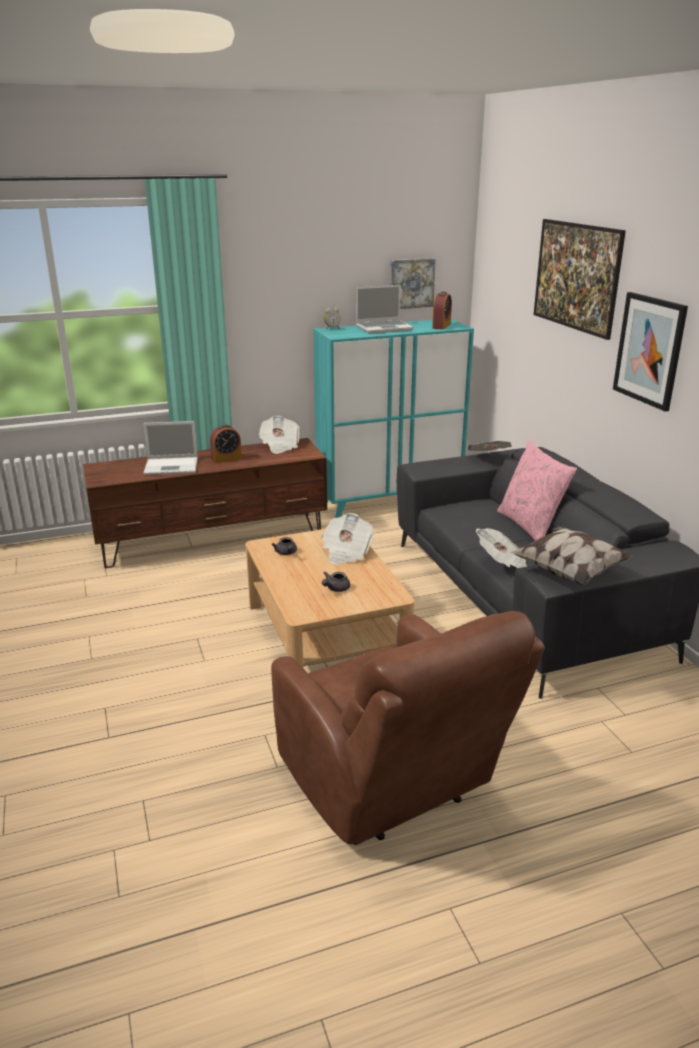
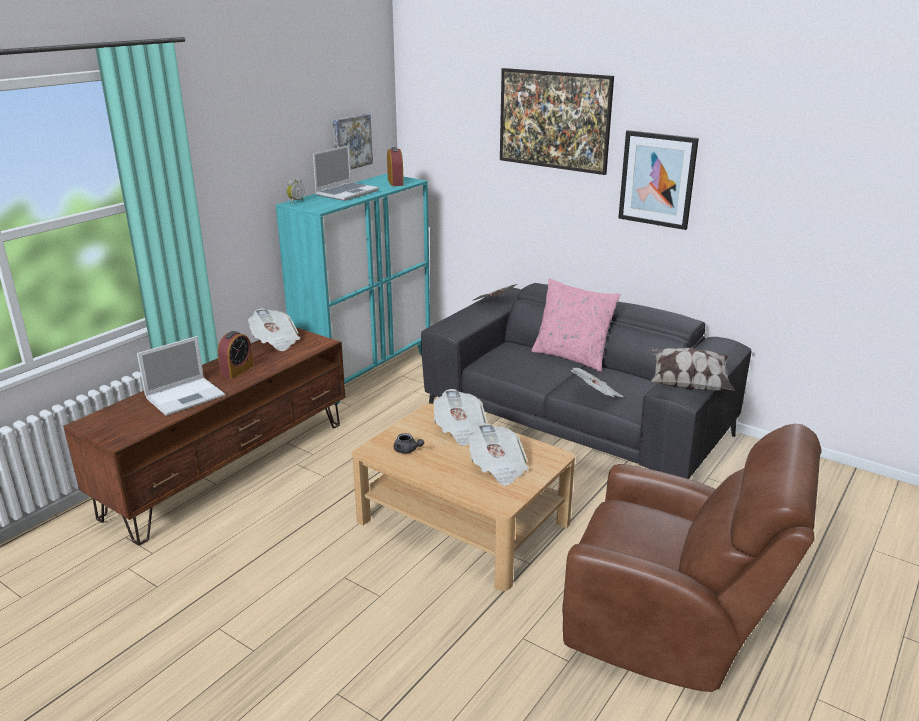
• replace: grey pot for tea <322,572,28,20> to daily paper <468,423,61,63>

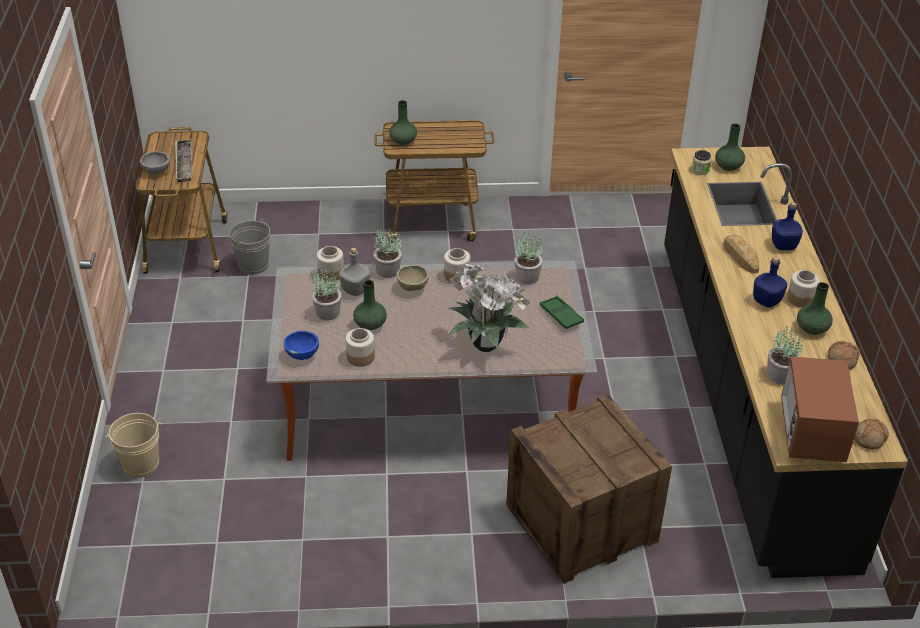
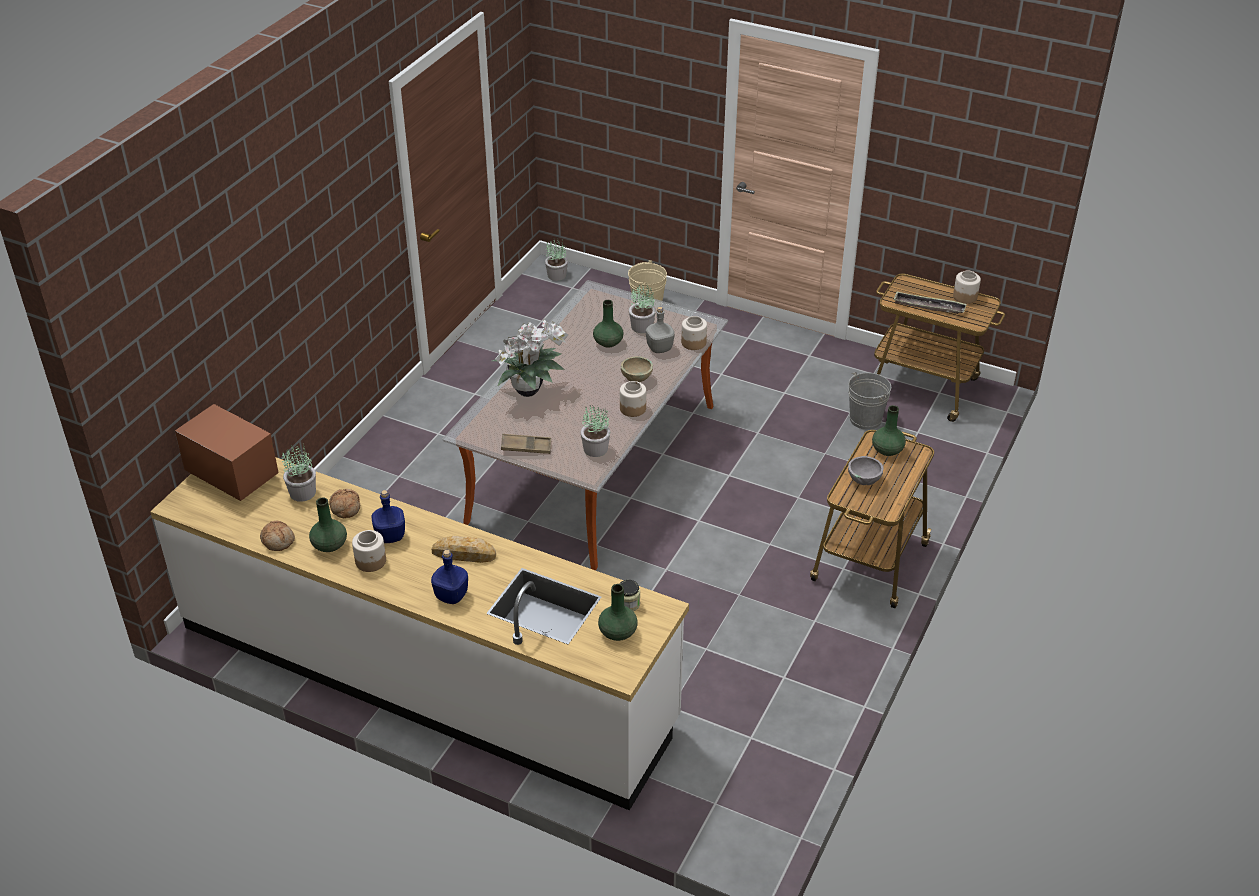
• recolor: black-coloured kitchen counter <664,147,244,431> to white kitchen counter <150,457,539,354>
• move: baked bread <854,419,35,31> to <329,489,31,29>
• recolor: greenish tray <540,296,44,33> to brownish tray <501,434,50,20>
• move: houseplant <373,228,29,50> to <545,238,23,43>
• move: grey deep dish <140,151,30,24> to <848,456,36,29>
• move: storage jar <346,328,29,38> to <953,271,28,33>
• delete: bluish deep dish <284,331,35,29>
• delete: shipping crate <506,393,166,191>

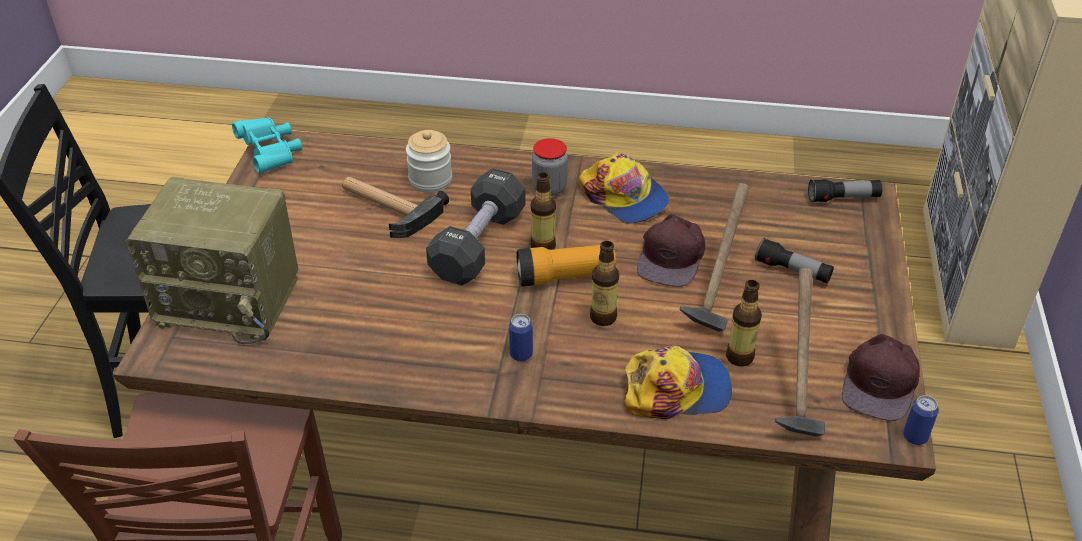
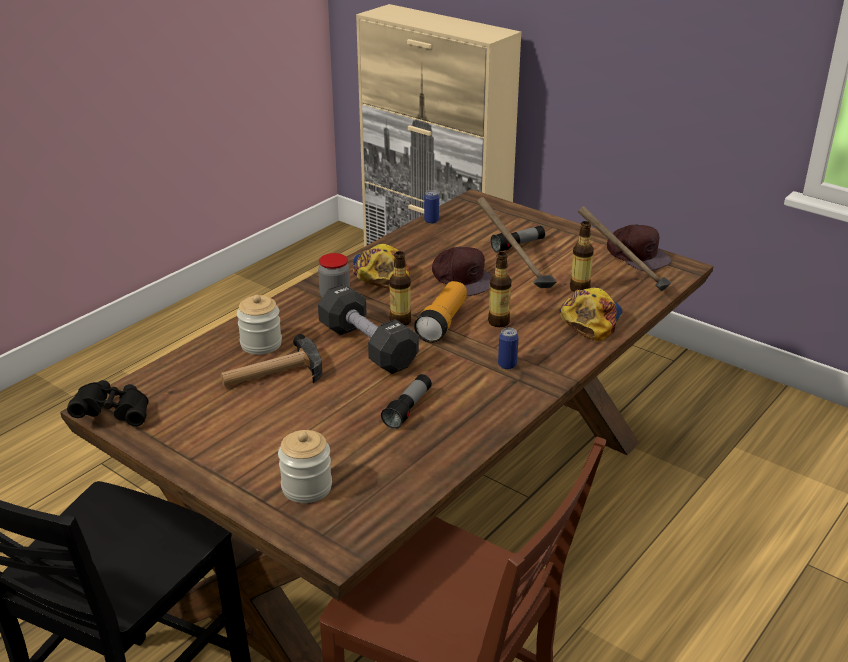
• recolor: turquoise field glasses <232,117,70,56> to black-coloured field glasses <67,380,82,46>
• replace: radio receiver <126,177,173,167> to storage jar <278,430,54,73>
• rotate: baseball cap <579,153,90,70> = <353,244,57,45> 90 degrees counterclockwise
• move: hand torch <808,179,74,24> to <381,374,51,55>
• move: can <903,395,36,50> to <424,190,15,34>

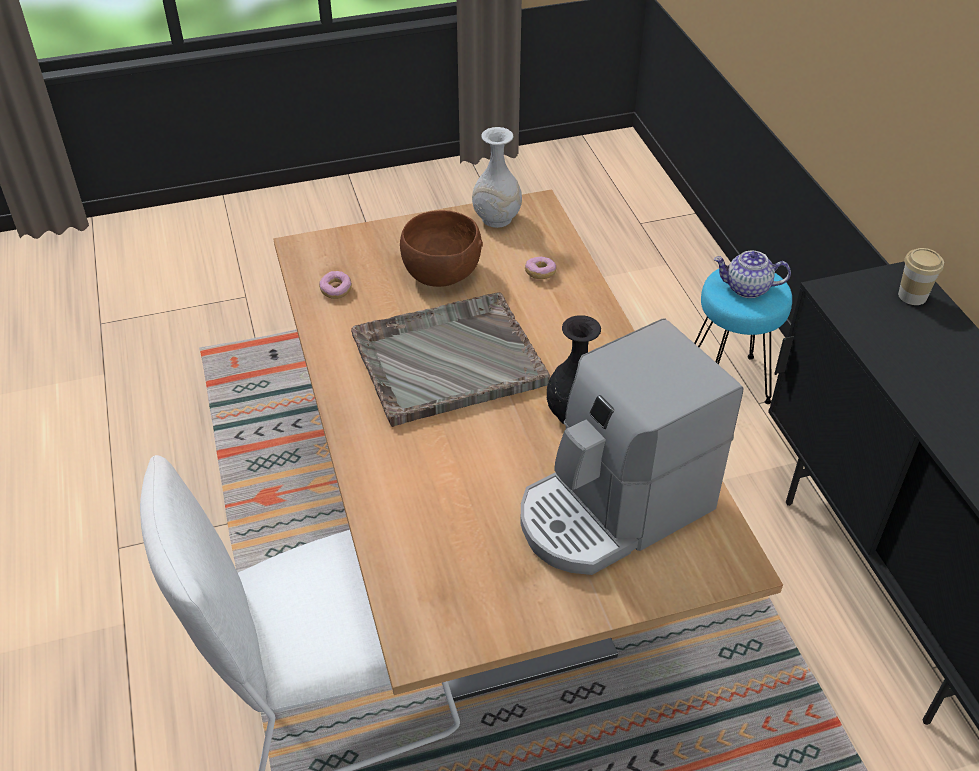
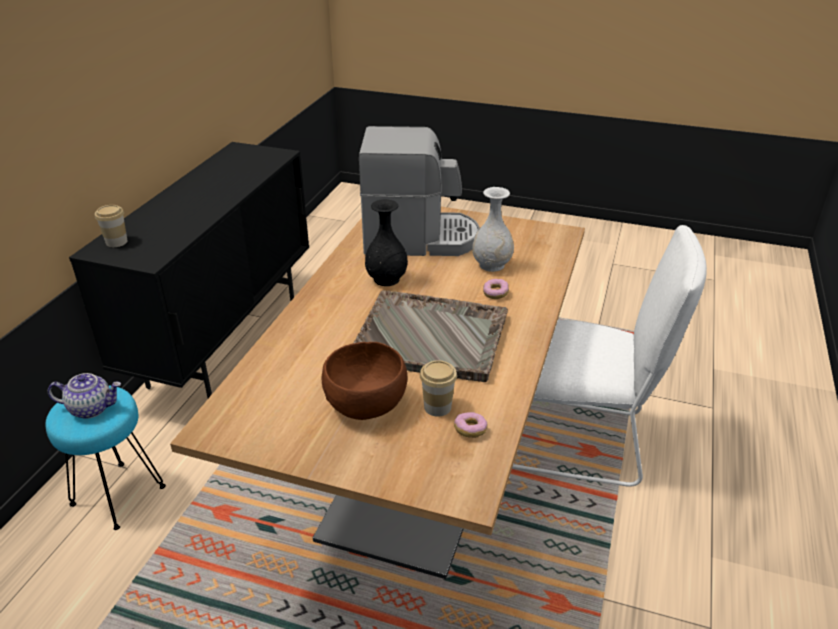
• rotate: pot for tea <714,250,77,48> = <48,373,73,46> 45 degrees counterclockwise
• insert: cup <420,360,37,57>
• move: white decorative vase <472,127,50,101> to <472,187,42,85>
• move: doughnut <525,257,31,22> to <483,279,26,20>

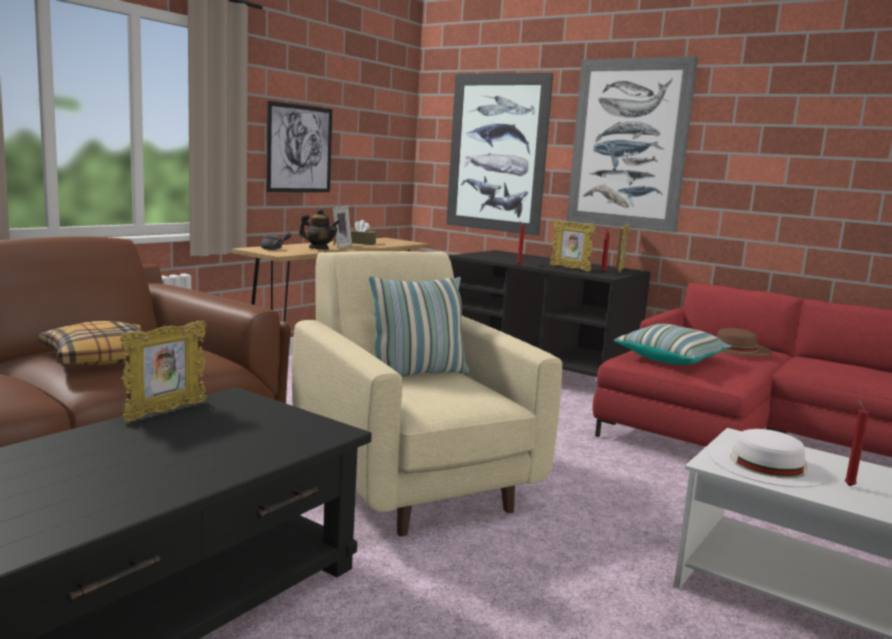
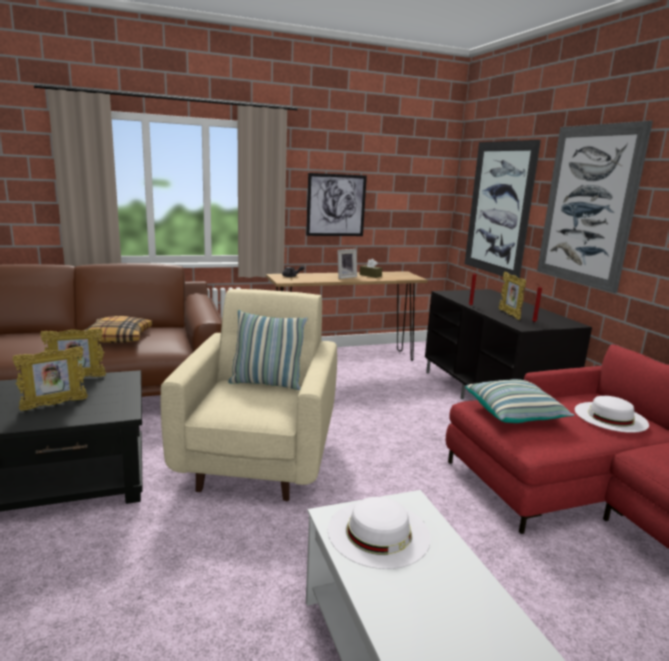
• move: standing frame <616,224,13,48> to <12,346,76,65>
• recolor: brownish clothing hat <716,328,56,28> to white clothing hat <575,396,74,37>
• delete: pot for tea <299,208,41,41>
• delete: reddish wax candle <844,400,25,86>

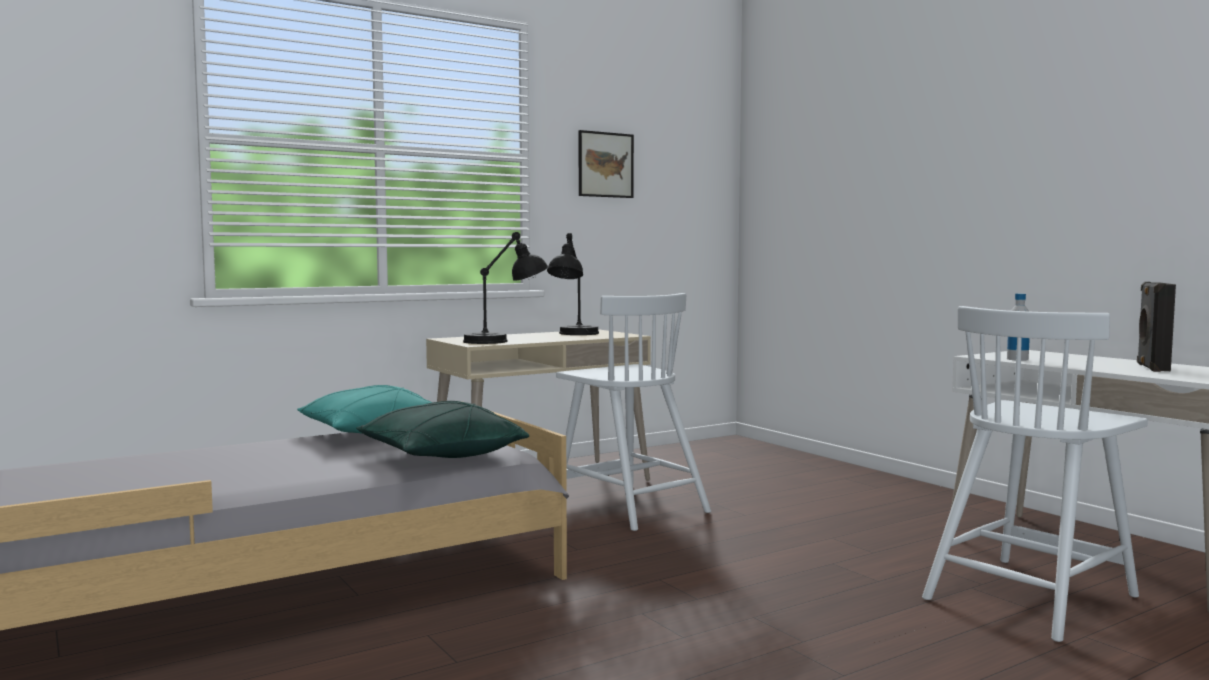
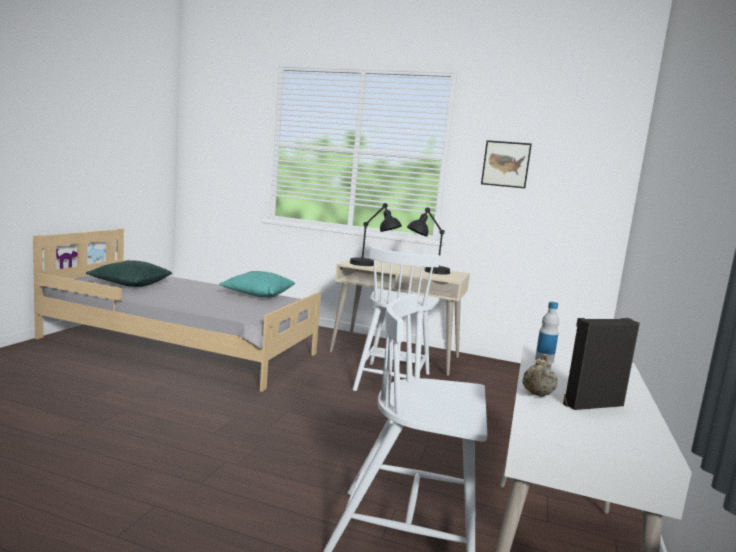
• move: greenish cushion <356,401,173,57> to <86,260,86,27>
• insert: sand-coloured pot for tea <522,354,35,43>

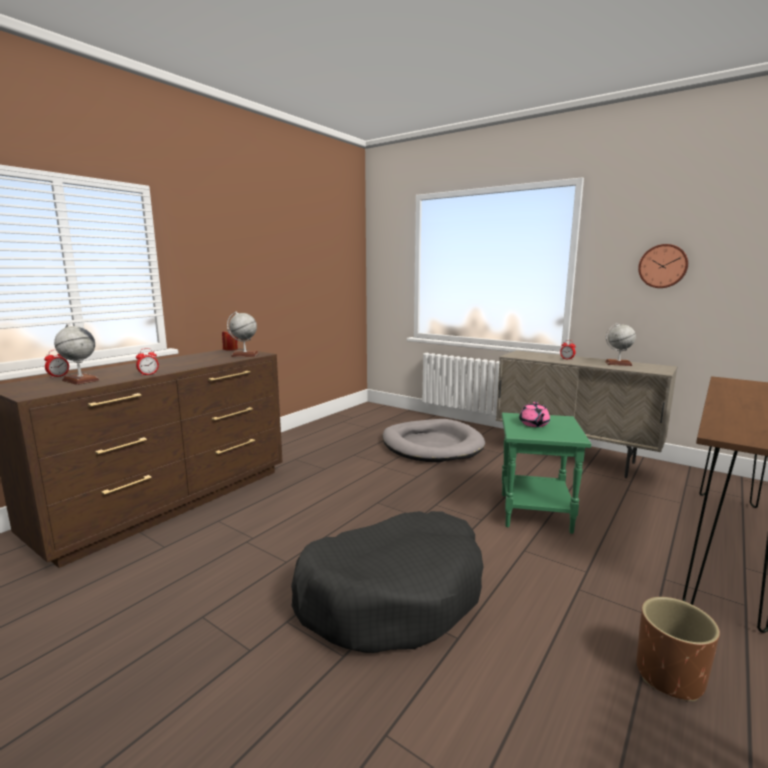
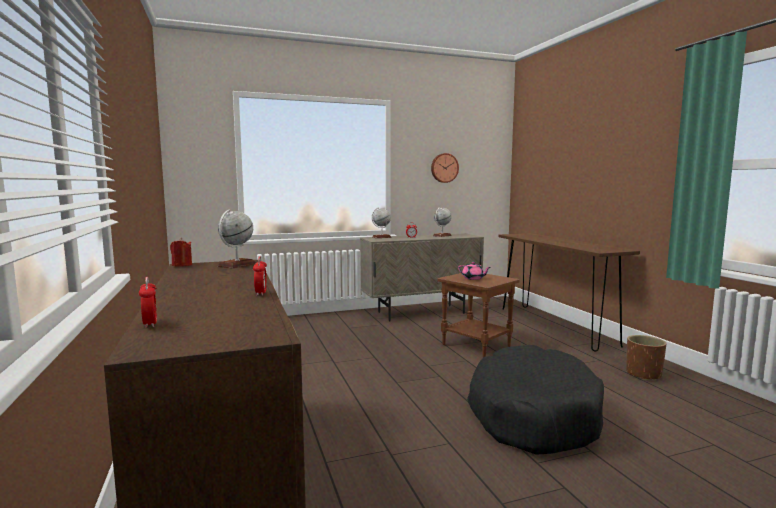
• move: world globe <54,324,46,61> to <372,207,20,31>
• recolor: greenish side table <502,413,89,121> to brownish side table <437,273,83,84>
• delete: grey dog cushion <382,419,103,43>

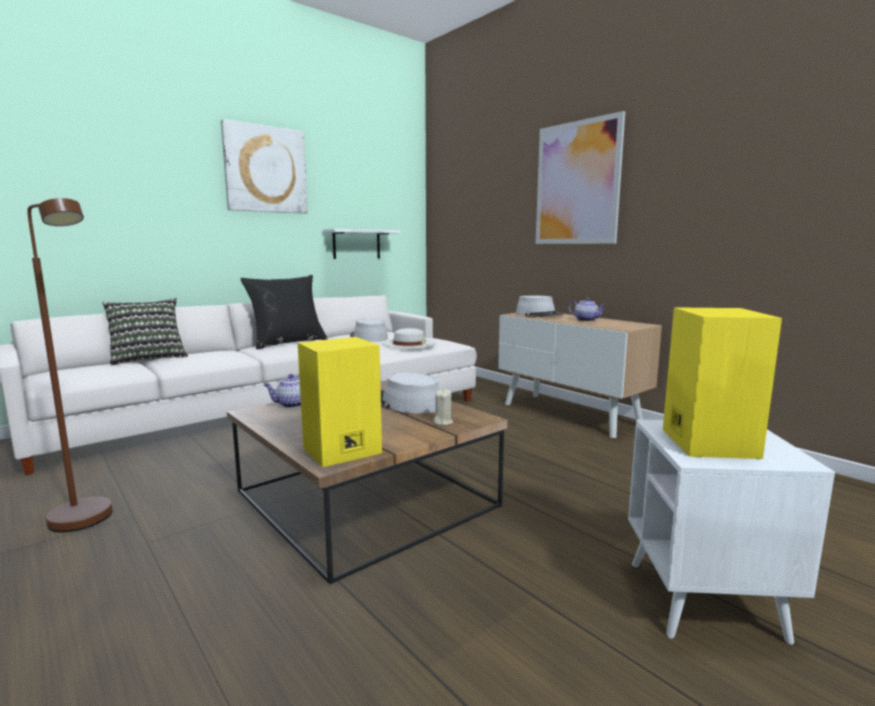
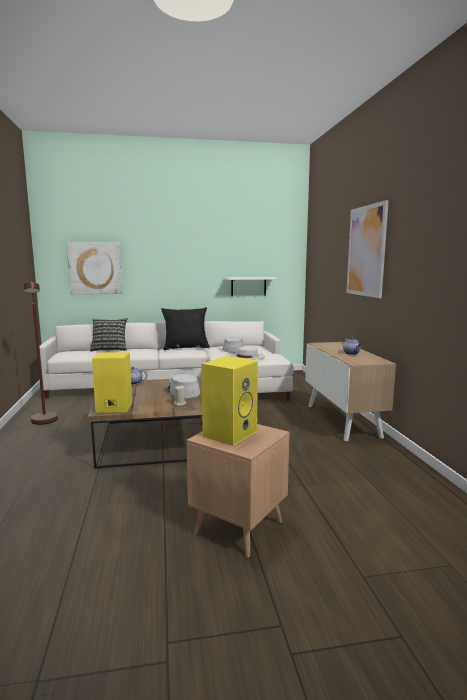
• move: wall art <221,119,87,95> to <66,242,56,52>
• recolor: white side table <628,419,207,226> to brownish side table <186,424,104,133>
• delete: grey clothing hat <516,296,47,21>

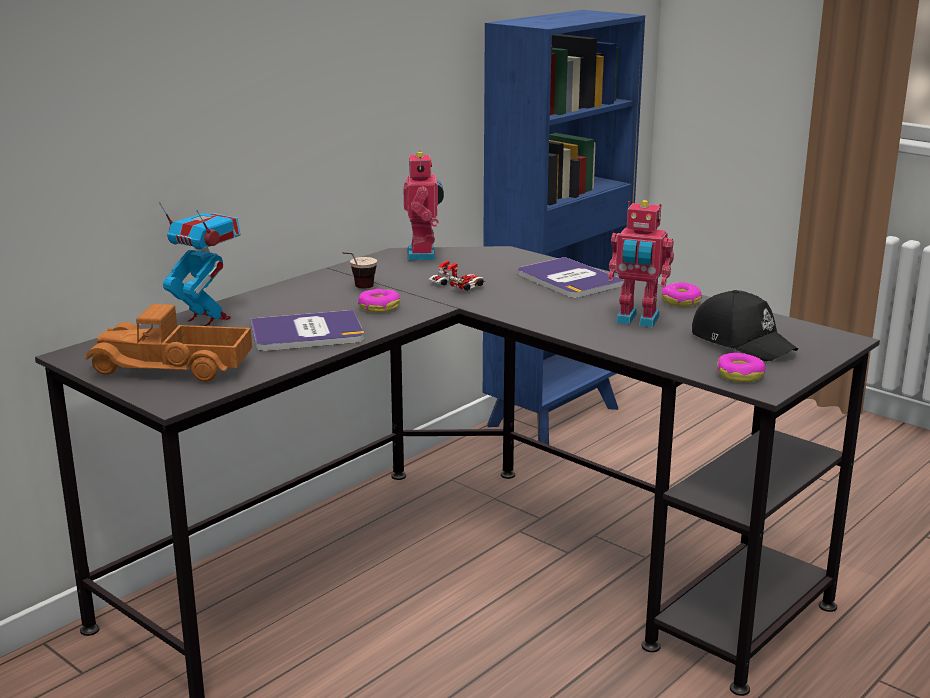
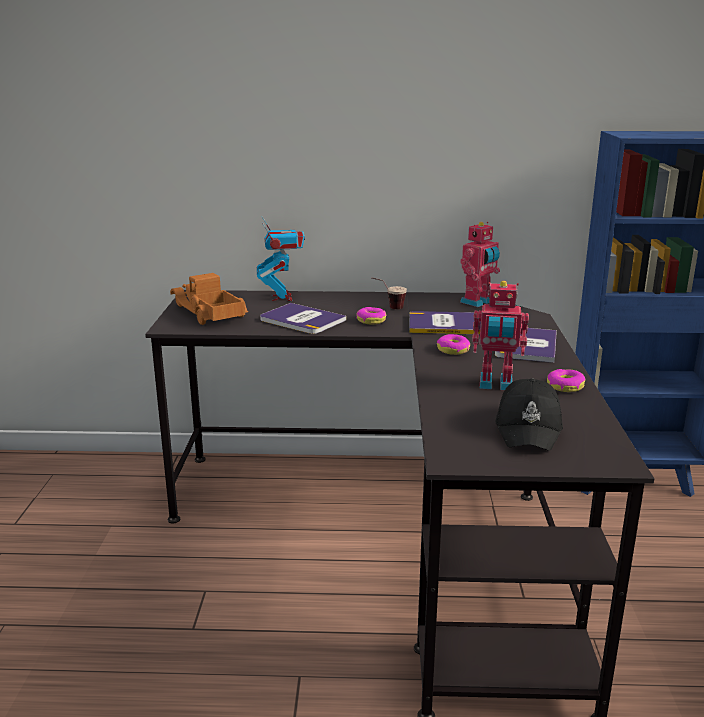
• replace: model car <428,261,57,30> to book <409,311,72,23>
• move: doughnut <717,353,49,30> to <437,334,33,21>
• rotate: toy robot <608,200,66,128> = <472,281,57,109> 60 degrees counterclockwise

